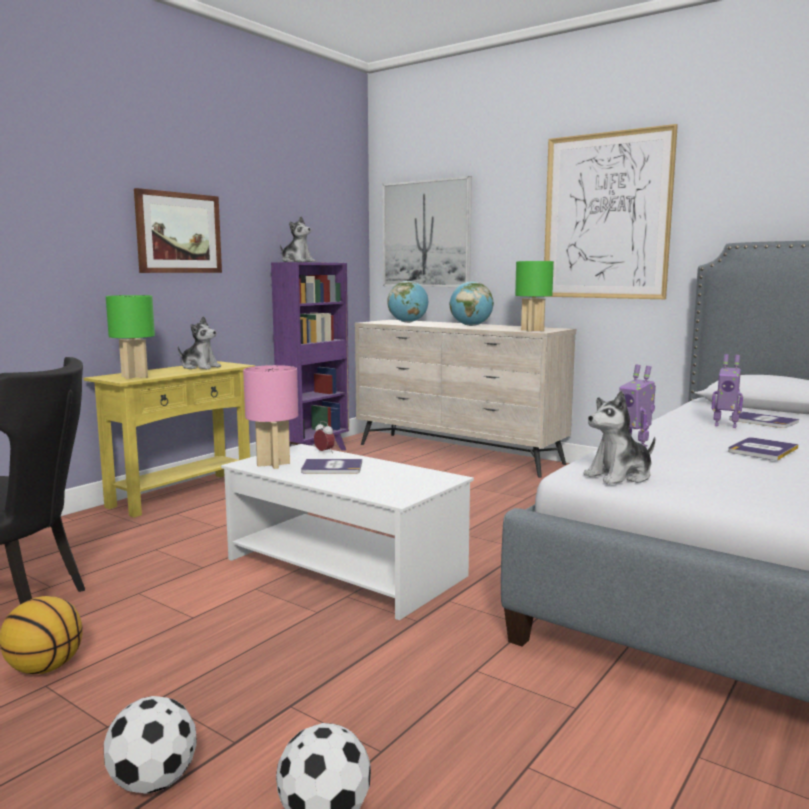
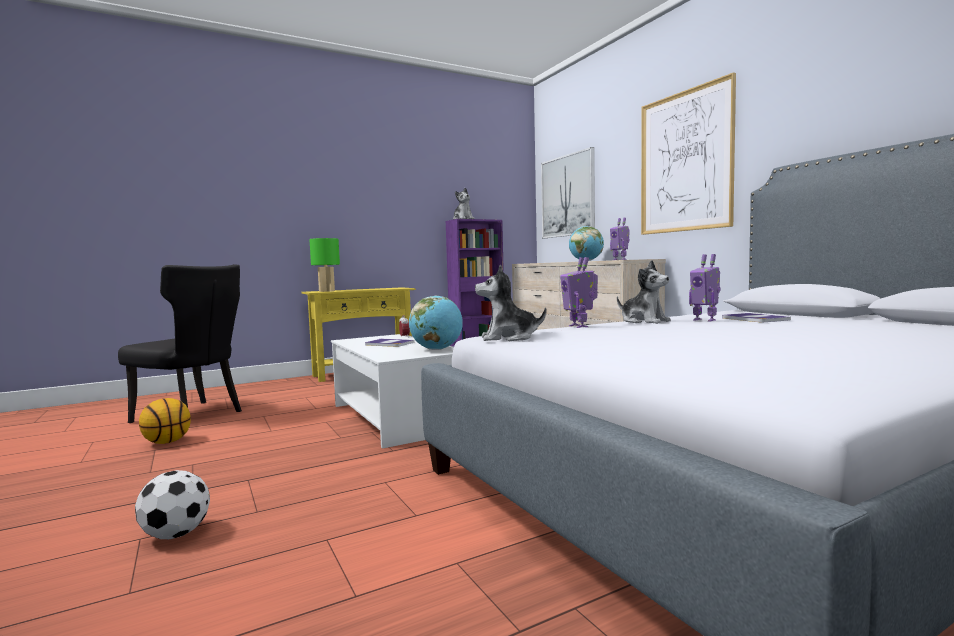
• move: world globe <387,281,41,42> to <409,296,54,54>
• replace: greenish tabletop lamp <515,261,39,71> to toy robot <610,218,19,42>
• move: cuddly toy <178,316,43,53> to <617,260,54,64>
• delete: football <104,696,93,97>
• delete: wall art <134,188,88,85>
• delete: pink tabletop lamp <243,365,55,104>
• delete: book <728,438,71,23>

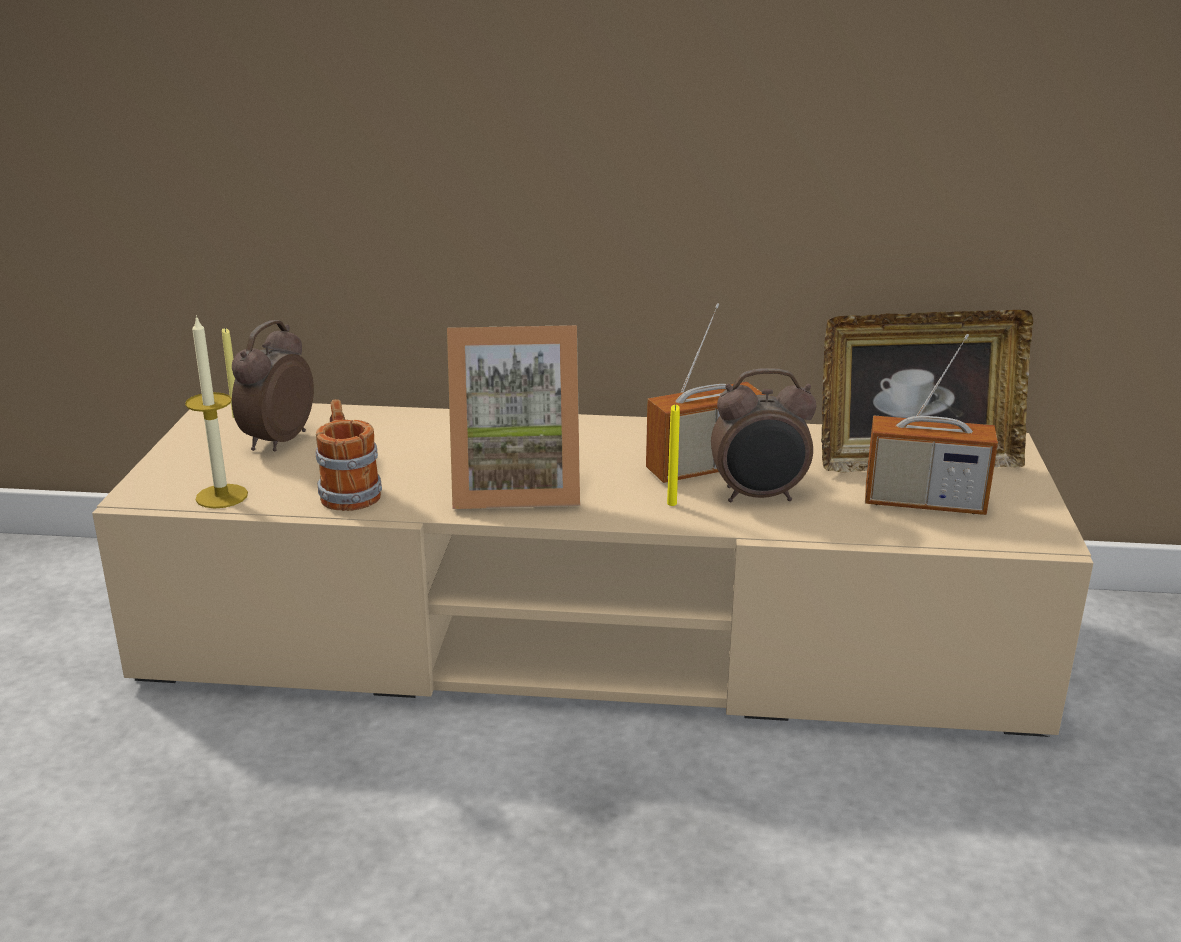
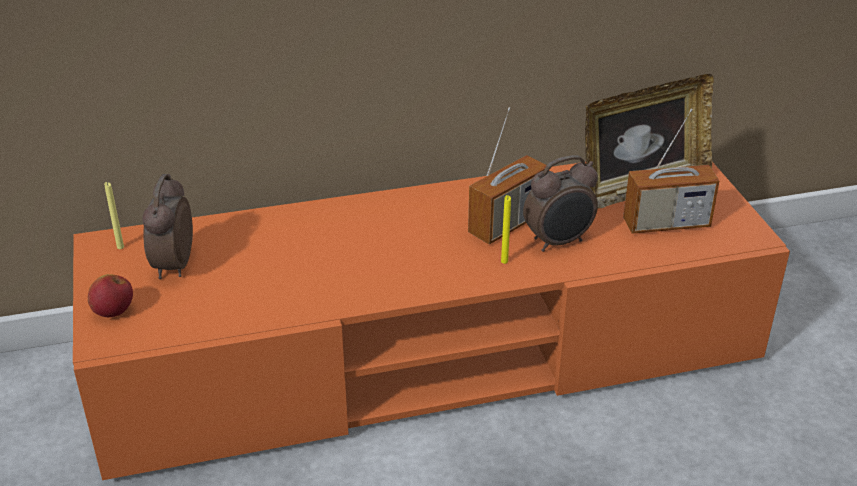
• recolor: sand-coloured tv unit <92,403,1001,334> to orangey tv unit <73,162,717,318>
• insert: apple <88,274,45,43>
• delete: wax candle <185,315,63,193>
• delete: mug <315,400,67,111>
• delete: standing frame <447,325,133,184>

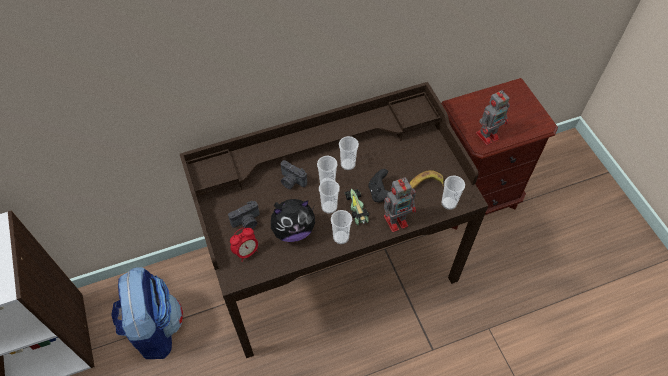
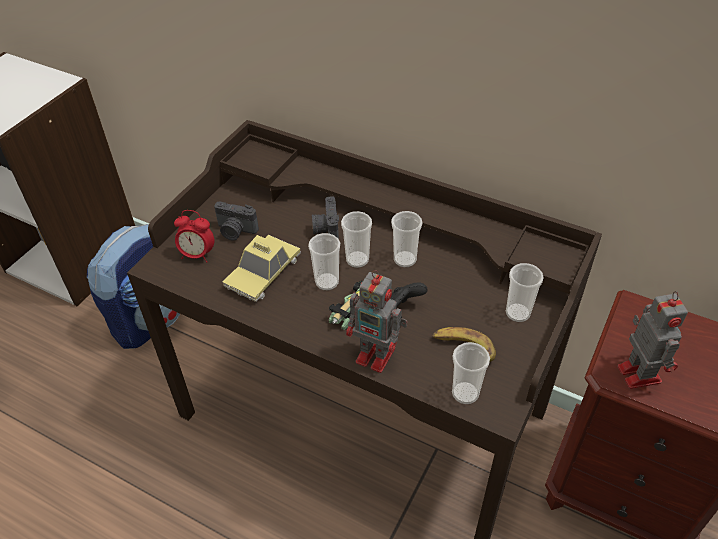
• replace: cuddly toy <271,199,44,43> to model car <222,235,79,67>
• move: cup <331,210,21,34> to <506,263,38,59>
• rotate: toy robot <476,90,34,55> = <618,291,70,98> 120 degrees counterclockwise

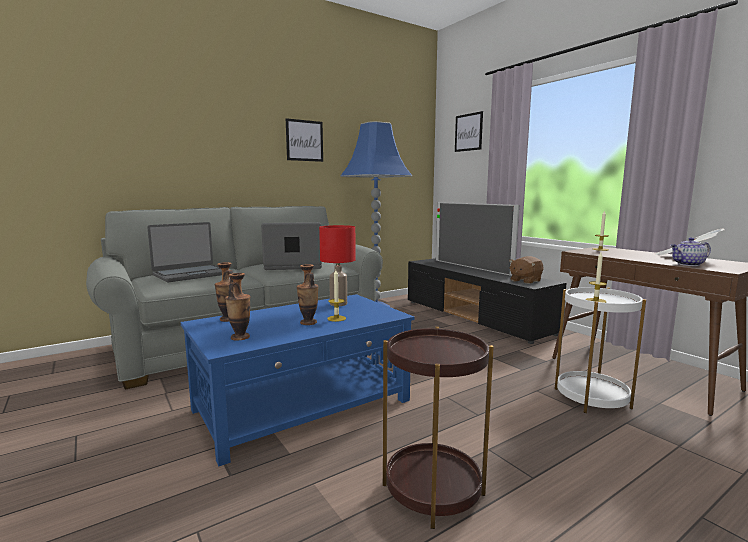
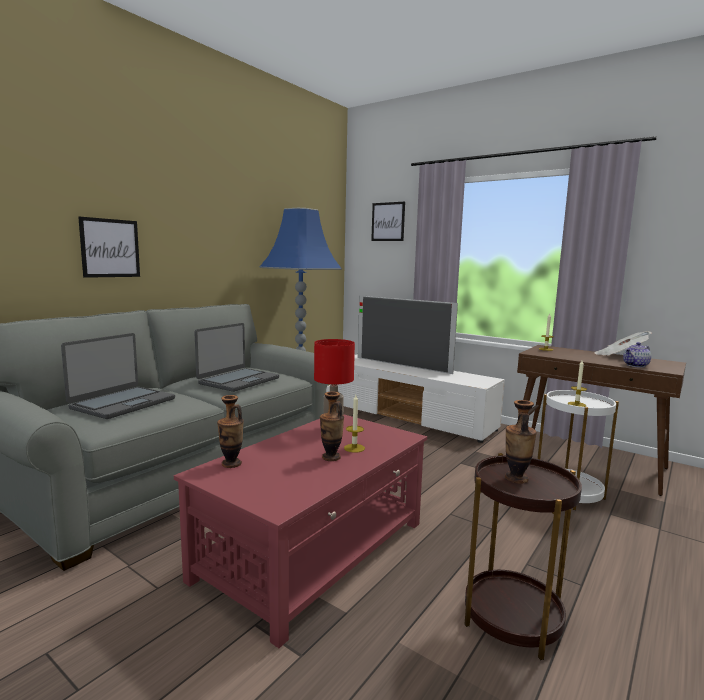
• move: wall art <286,118,37,44> to <78,217,62,61>
• recolor: bluish coffee table <181,294,233,172> to reddish coffee table <174,414,253,234>
• rotate: laptop <261,222,61,48> = <194,323,85,69> 150 degrees clockwise
• recolor: black-coloured tv unit <408,258,158,86> to white tv unit <330,354,175,89>
• move: decorative vase <225,273,25,68> to <505,400,32,84>
• delete: brownish cuddly toy <509,256,34,28>

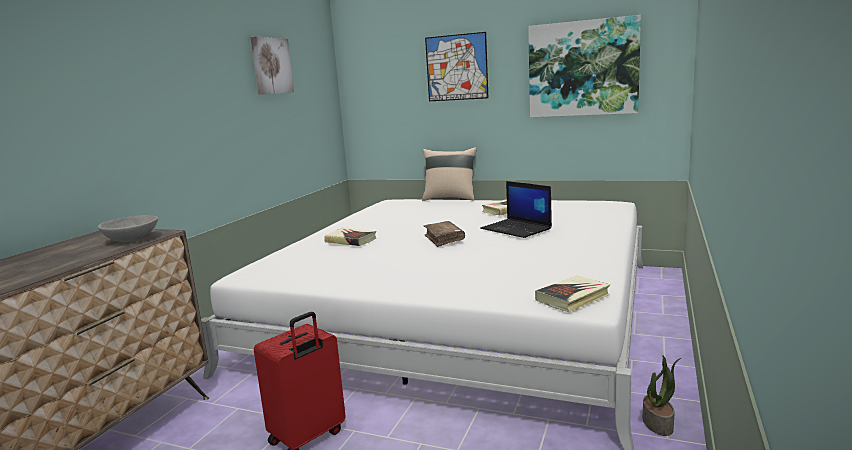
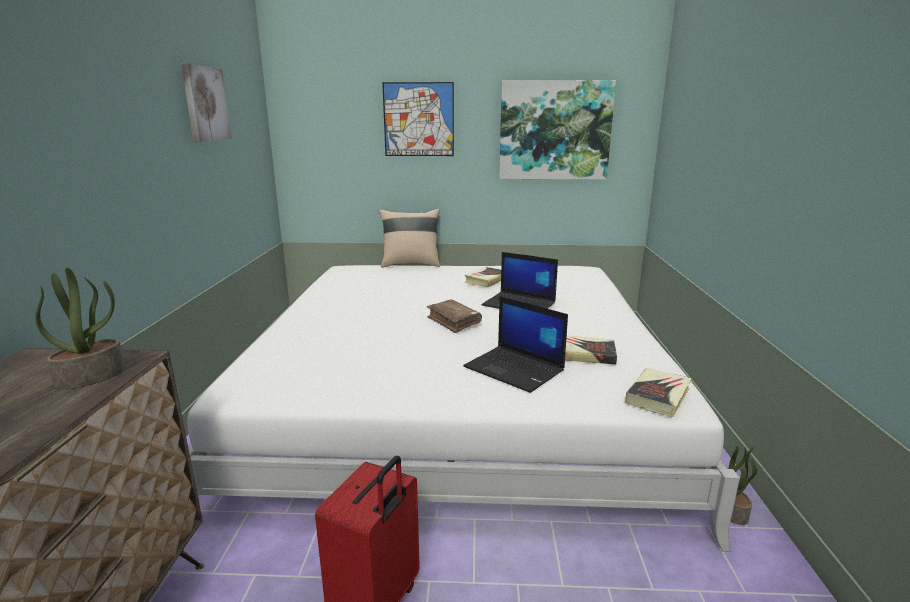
• replace: grey deep dish <98,215,60,27> to houseplant <36,268,89,122>
• insert: laptop <463,296,105,97>
• move: book <324,227,52,19> to <565,335,52,30>

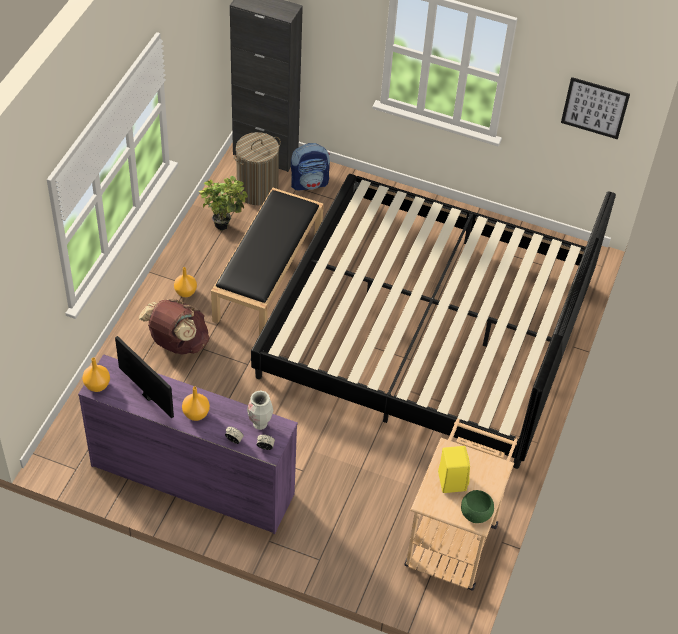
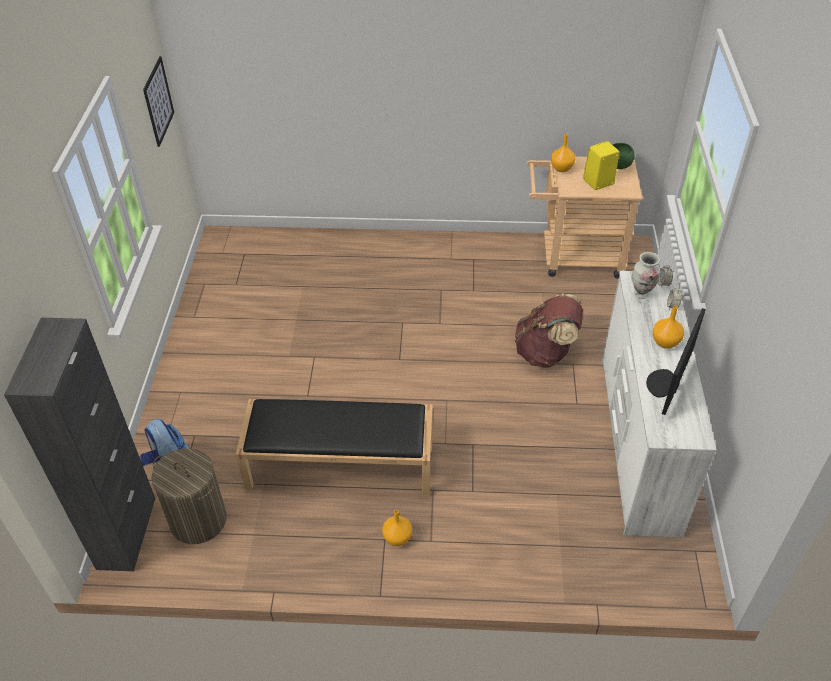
• move: brownish knapsack <139,299,71,55> to <515,293,68,75>
• move: orangey decorative vase <82,357,28,35> to <551,134,25,38>
• recolor: purple-coloured chest of drawers <78,354,220,180> to white chest of drawers <601,271,115,267>
• delete: houseplant <199,176,49,55>
• delete: sleeping bed <251,174,365,295>

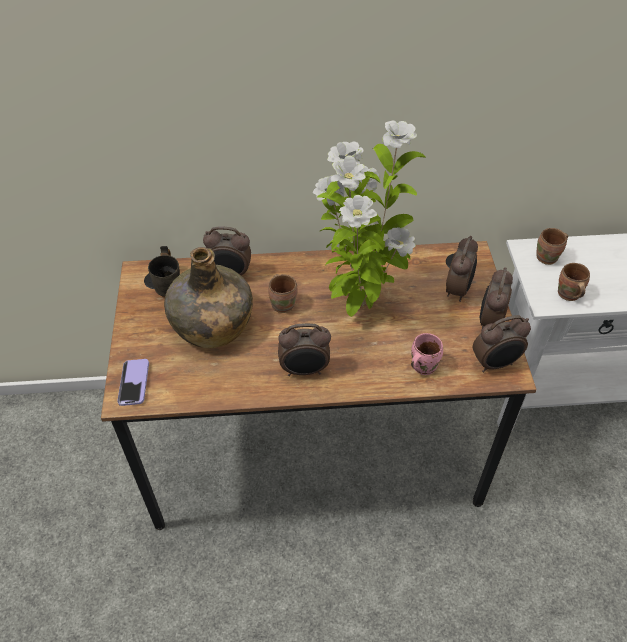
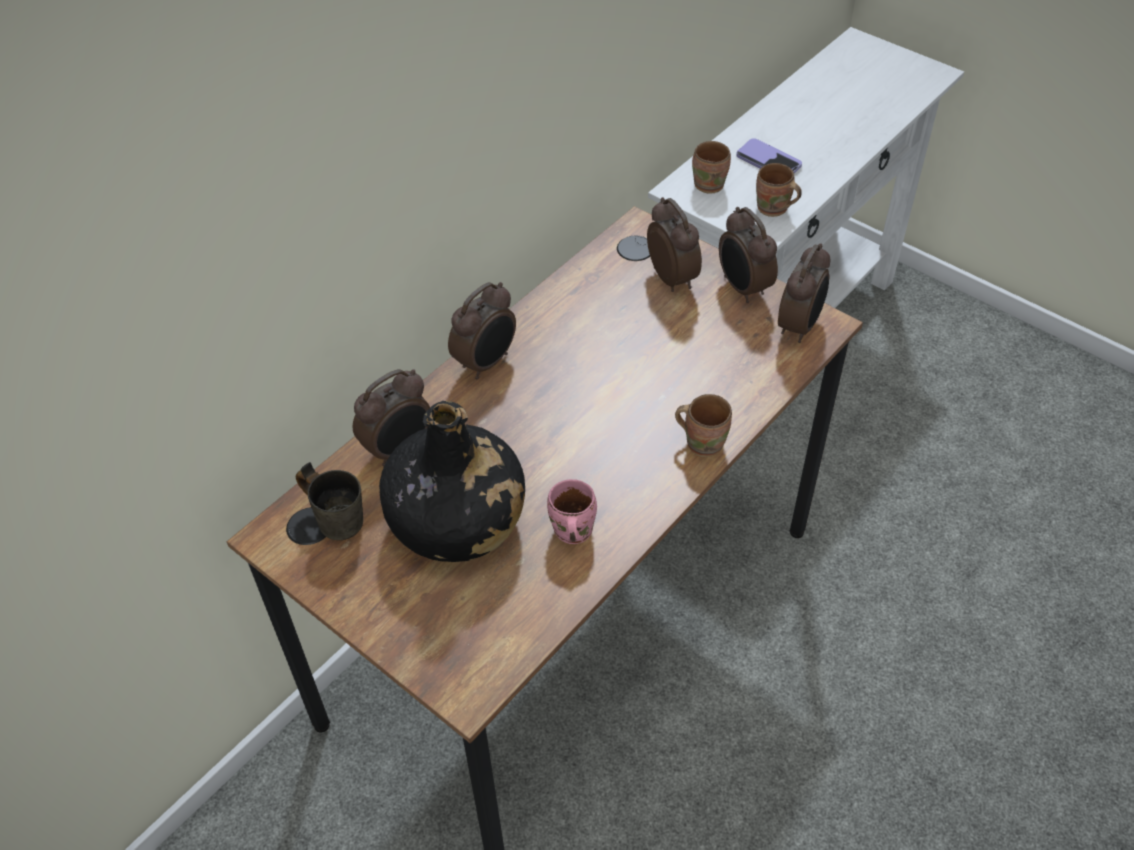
• recolor: greenish drink bottle <164,247,89,101> to black-coloured drink bottle <379,401,146,161>
• move: table clock <278,323,53,53> to <448,282,68,97>
• move: pink mug <411,333,32,42> to <547,479,50,65>
• move: brownish mug <268,274,30,39> to <675,394,57,63>
• move: phone <117,359,32,47> to <736,138,66,35>
• delete: houseplant <313,121,113,196>

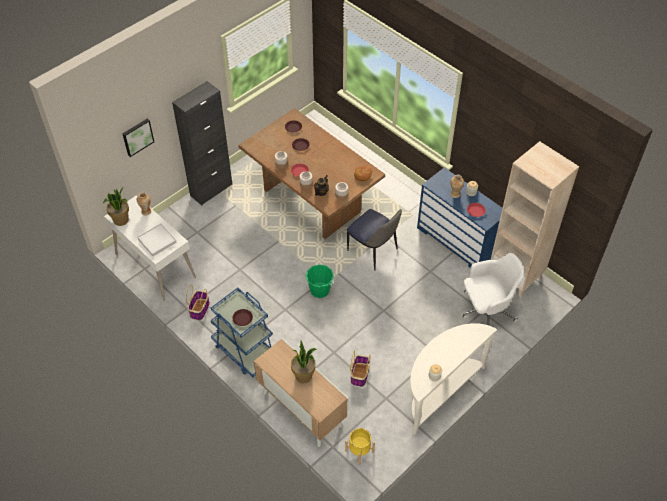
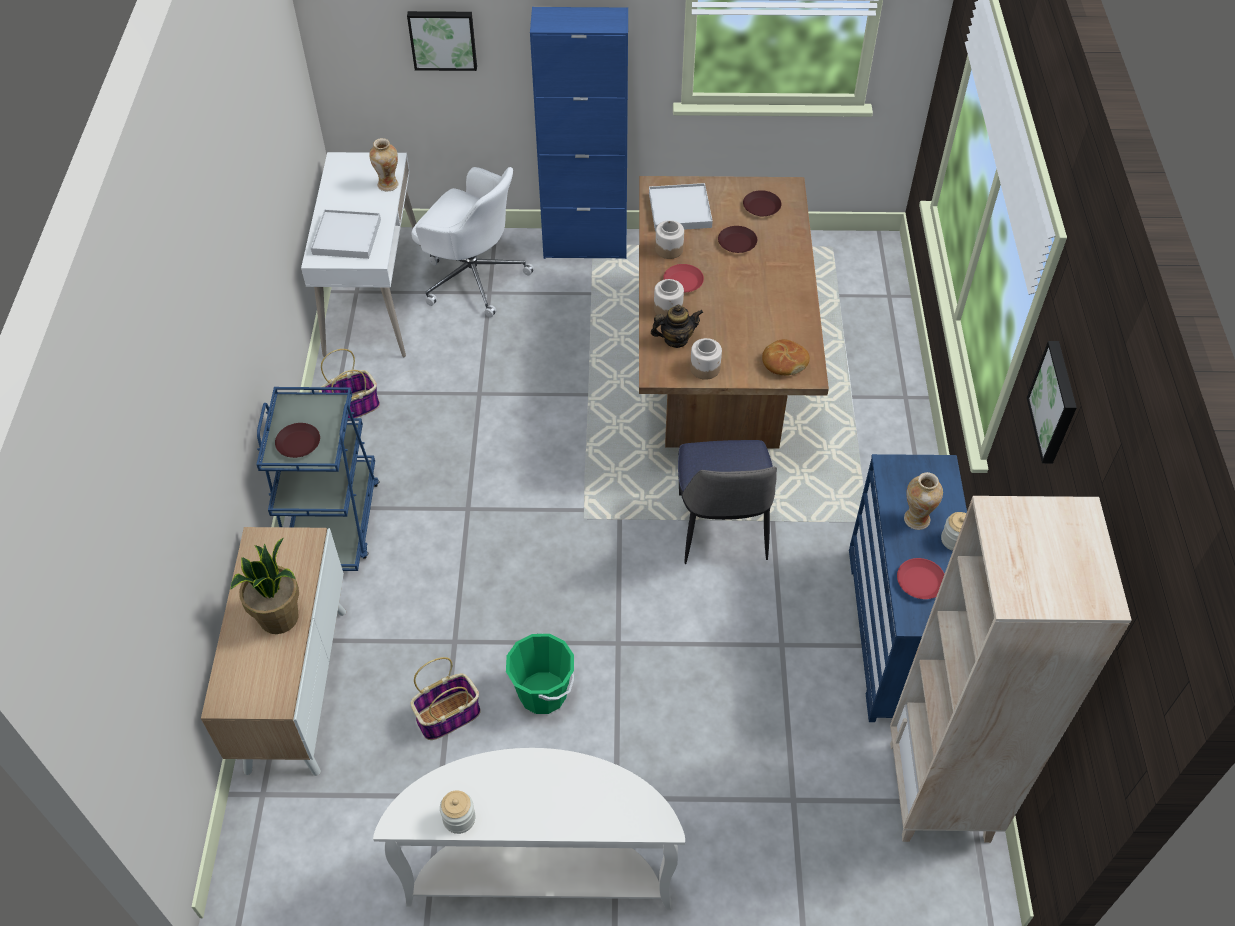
• move: white computer chair <462,253,62,72> to <411,167,123,150>
• move: greenish bucket <306,264,28,34> to <506,634,68,80>
• recolor: black-coloured cupboard <172,81,60,124> to bluish cupboard <530,7,98,252>
• insert: white tray <649,183,64,48>
• insert: wall art <1027,341,50,122>
• delete: houseplant <103,187,26,39>
• delete: yellow flower pot <345,428,30,37>

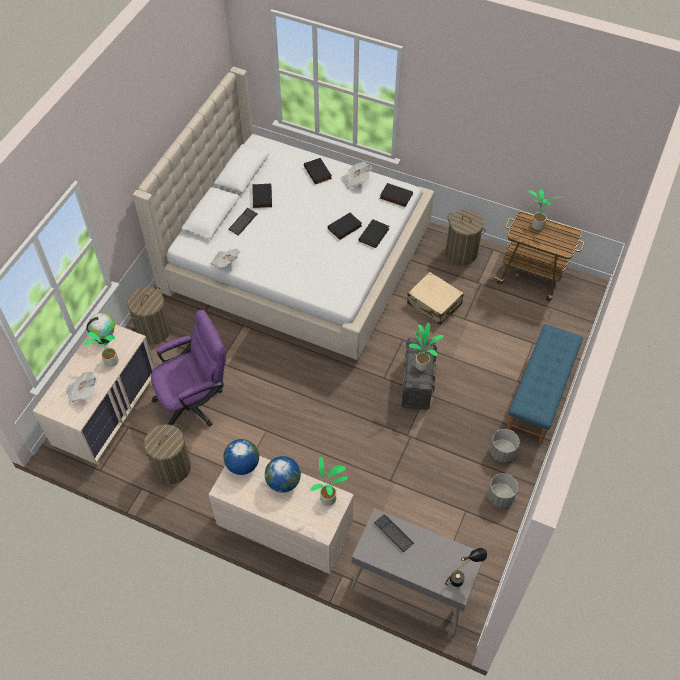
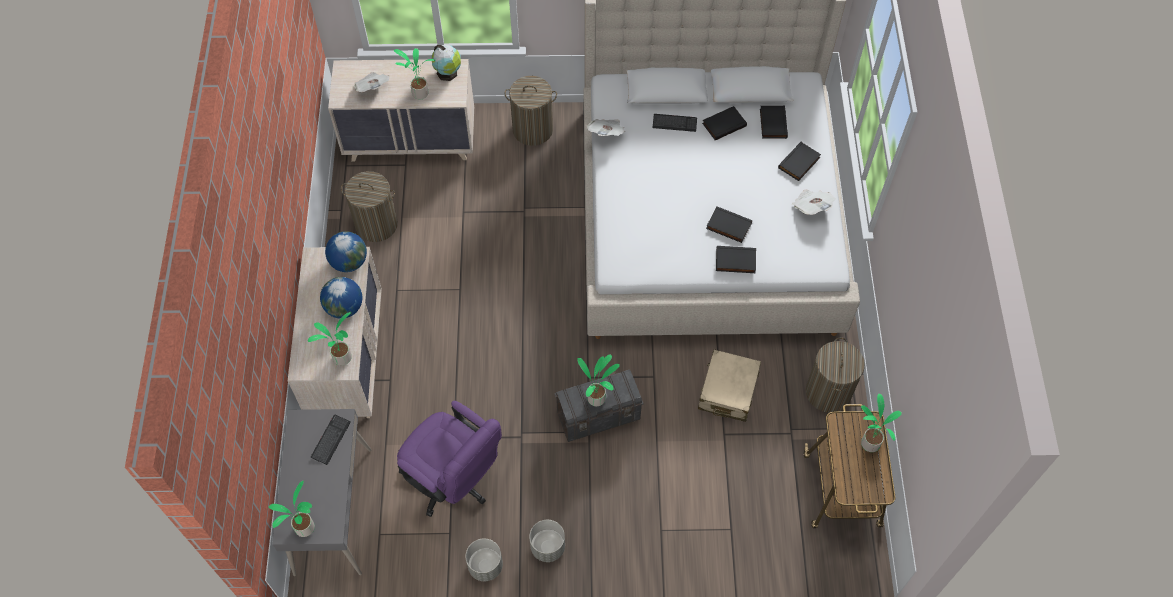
• replace: black-coloured tabletop lamp <445,548,42,39> to houseplant <269,481,46,56>
• move: purple-coloured computer chair <151,310,75,117> to <397,401,105,116>
• move: black-coloured book <380,183,33,24> to <760,106,28,33>
• delete: bluish indoor bench <507,324,76,120>

